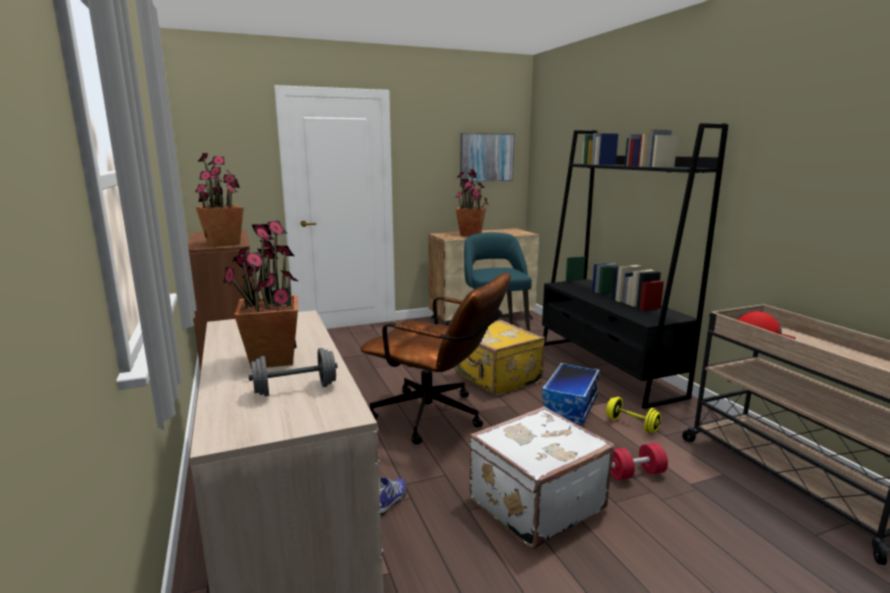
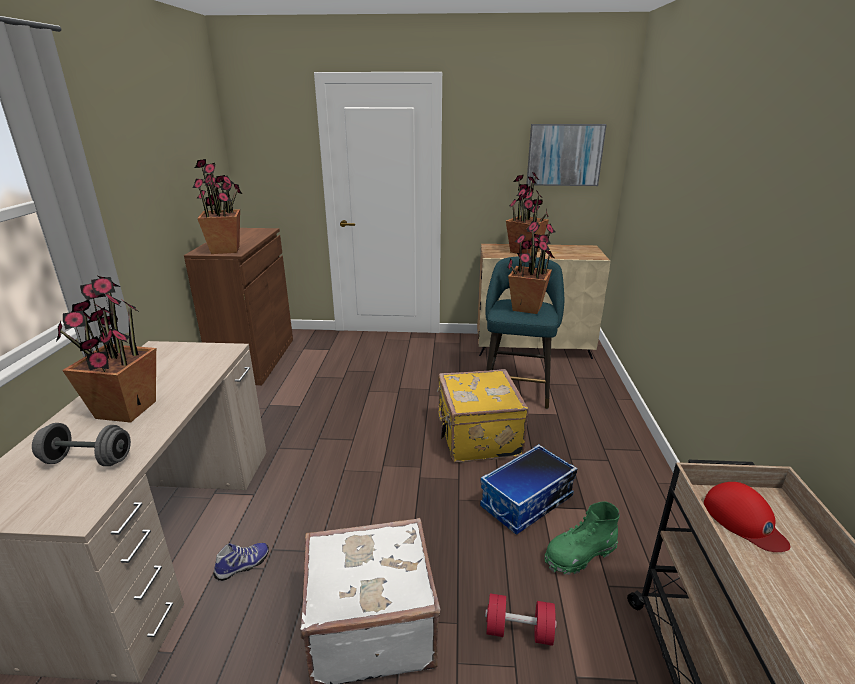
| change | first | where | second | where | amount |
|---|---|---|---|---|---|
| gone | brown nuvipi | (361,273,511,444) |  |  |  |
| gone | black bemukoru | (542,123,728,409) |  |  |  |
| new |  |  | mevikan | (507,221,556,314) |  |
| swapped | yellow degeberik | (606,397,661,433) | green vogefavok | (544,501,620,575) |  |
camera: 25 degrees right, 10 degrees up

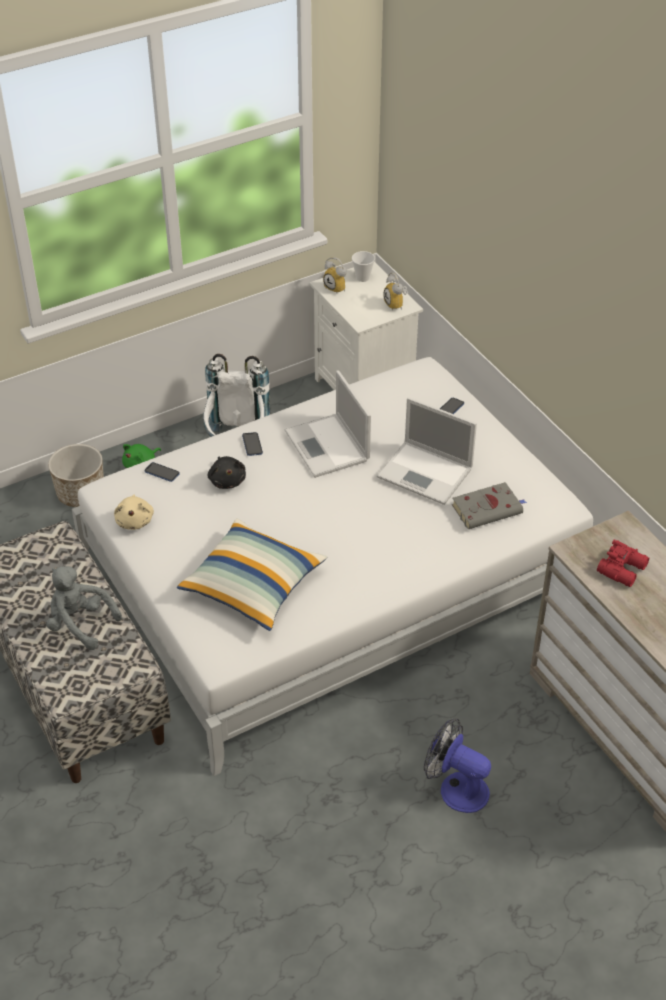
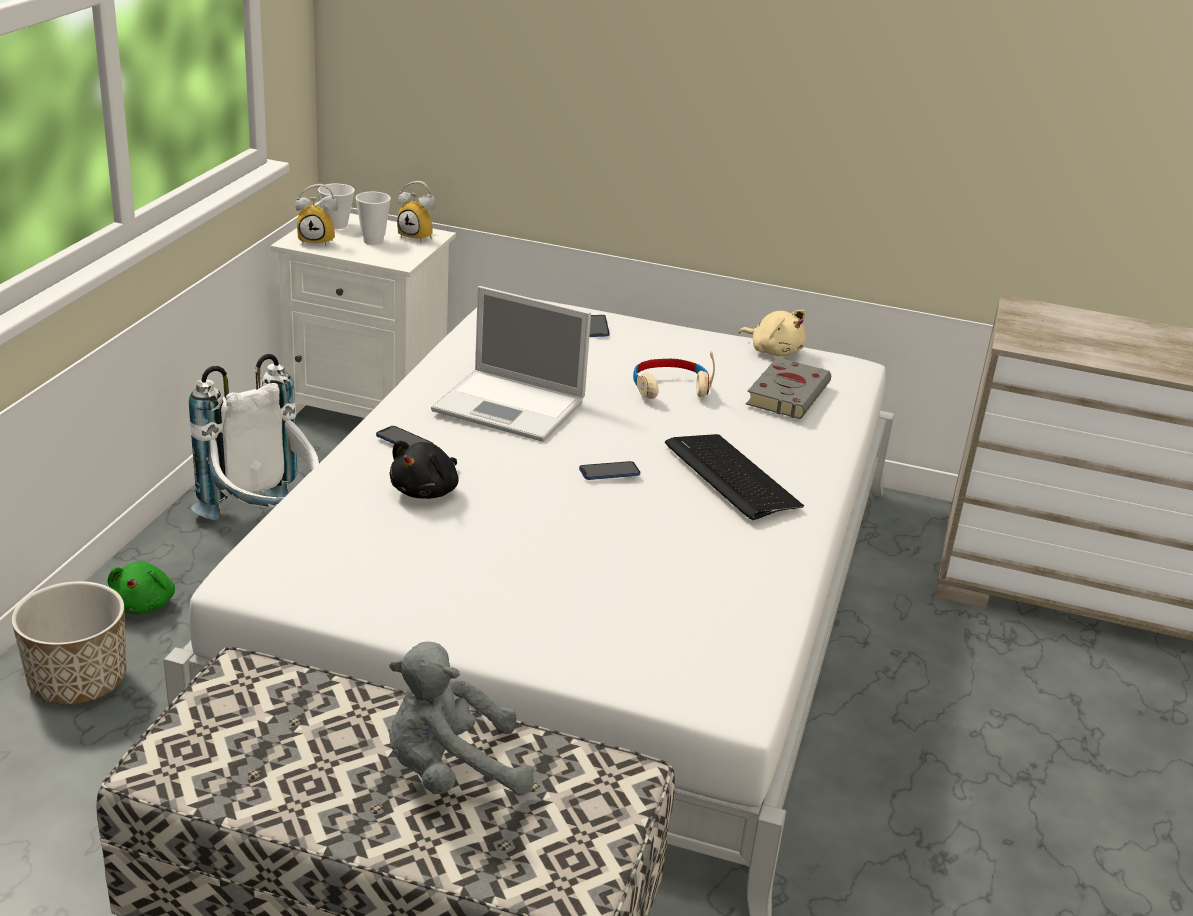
| change | first | where | second | where | amount |
|---|---|---|---|---|---|
| gone | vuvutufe | (177,518,327,631) |  |  |  |
| gone | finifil | (424,718,491,813) |  |  |  |
| gone | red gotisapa | (597,539,649,587) |  |  |  |
| new |  |  | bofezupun | (356,191,391,245) |  |
| new |  |  | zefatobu | (665,434,804,520) |  |
| shifted | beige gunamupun | (114,495,154,530) |  | (739,310,806,356) |  |
| shifted | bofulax | (145,462,180,482) |  | (579,461,640,480) |  |
| swapped | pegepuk | (377,397,477,505) | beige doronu | (633,351,715,399) |  |
| rotated | black gunamupun | (208,456,246,489) |  | (389,441,459,499) | 90 degrees clockwise |
camera: 45 degrees left, 15 degrees down

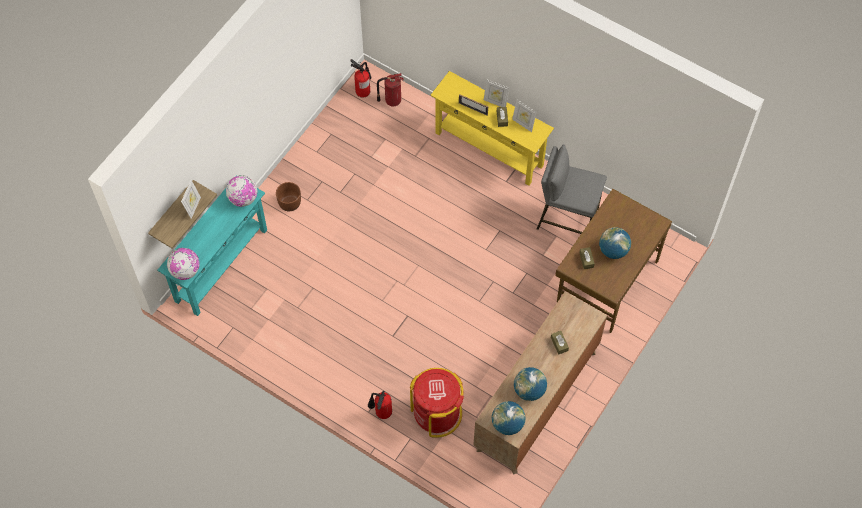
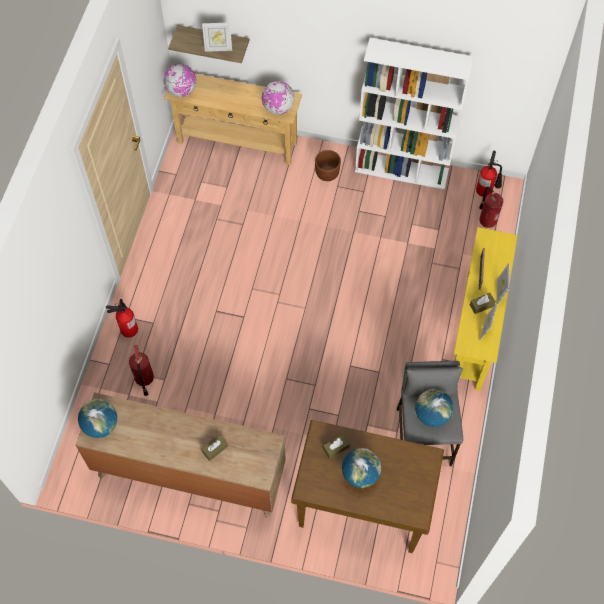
| change | first | where | second | where | amount |
|---|---|---|---|---|---|
| new |  |  | white bemukoru | (355,38,474,190) |  |
| shifted | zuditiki | (514,367,547,401) |  | (415,389,453,427) |  |
| swapped | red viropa | (410,368,464,438) | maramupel | (129,345,154,396) |  |
| repainted | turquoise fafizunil | (157,176,267,316) | beige fafizunil | (164,74,302,165) |  |
camera: 70 degrees right, 0 degrees up

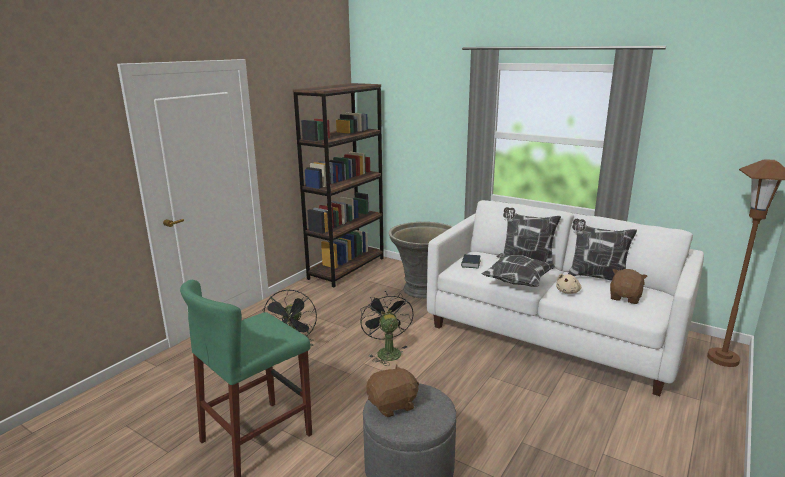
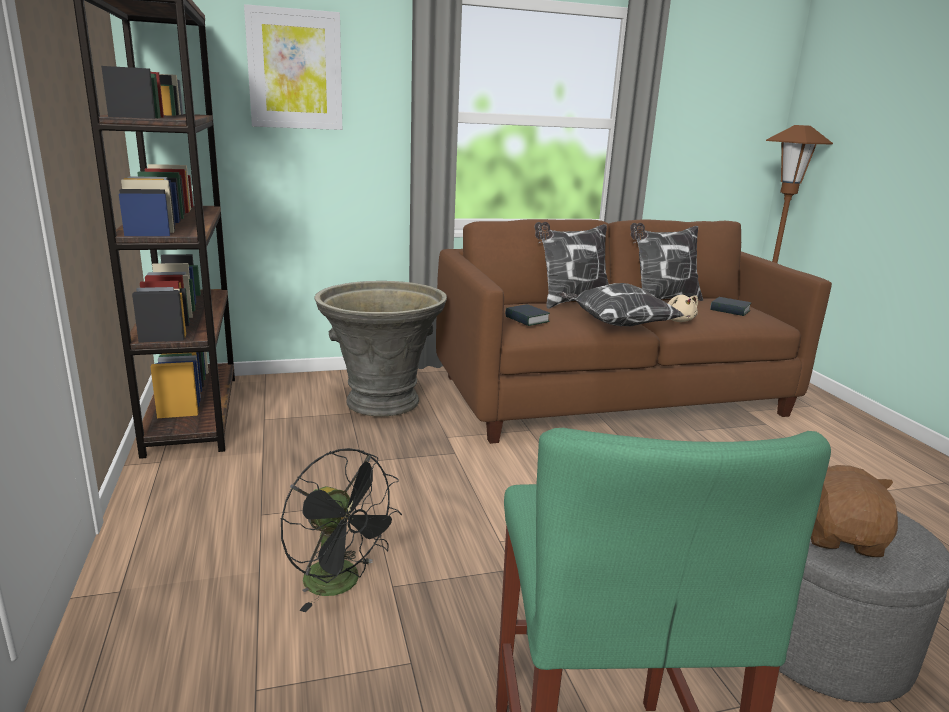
| change | first | where | second | where | amount |
|---|---|---|---|---|---|
| gone | black finifil | (360,291,414,366) |  |  |  |
| new |  |  | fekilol | (244,4,342,130) |  |
| swapped | brown gunamupun | (610,269,647,304) | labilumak | (710,297,752,316) |  |
| repainted | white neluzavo | (427,200,704,396) | brown neluzavo | (436,219,832,444) |  |
camera: 50 degrees left, 0 degrees up

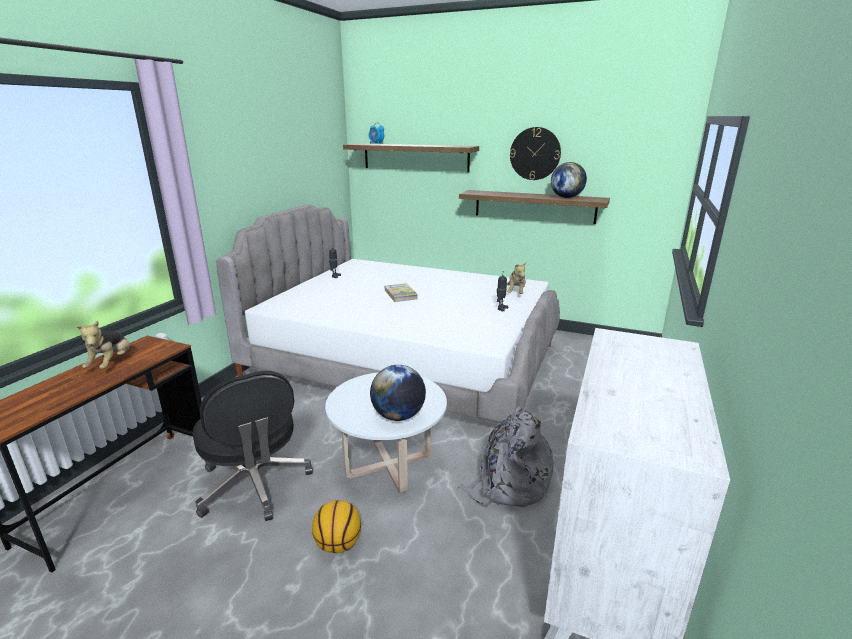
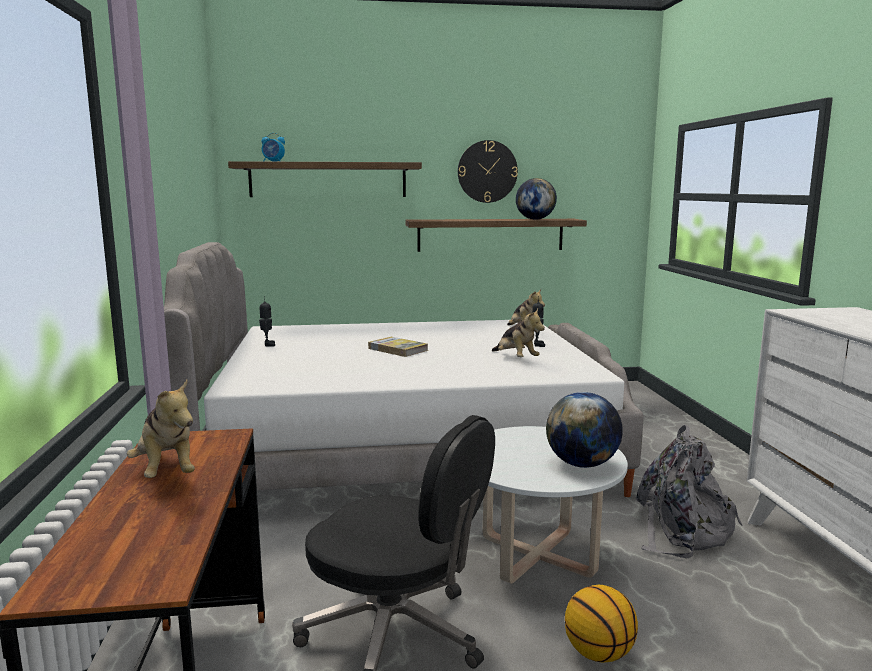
| change | first | where | second | where | amount |
|---|---|---|---|---|---|
| new |  |  | gunamupun | (492,309,545,357) |  |
camera: 30 degrees left, 10 degrees down

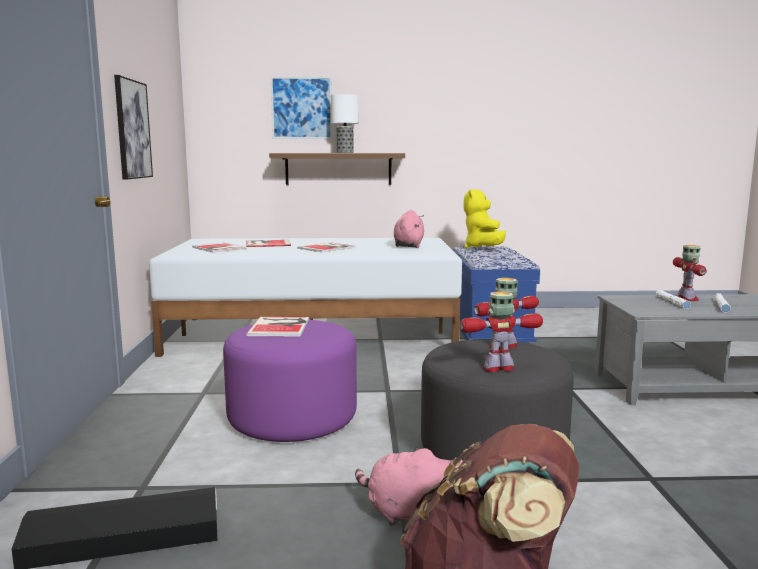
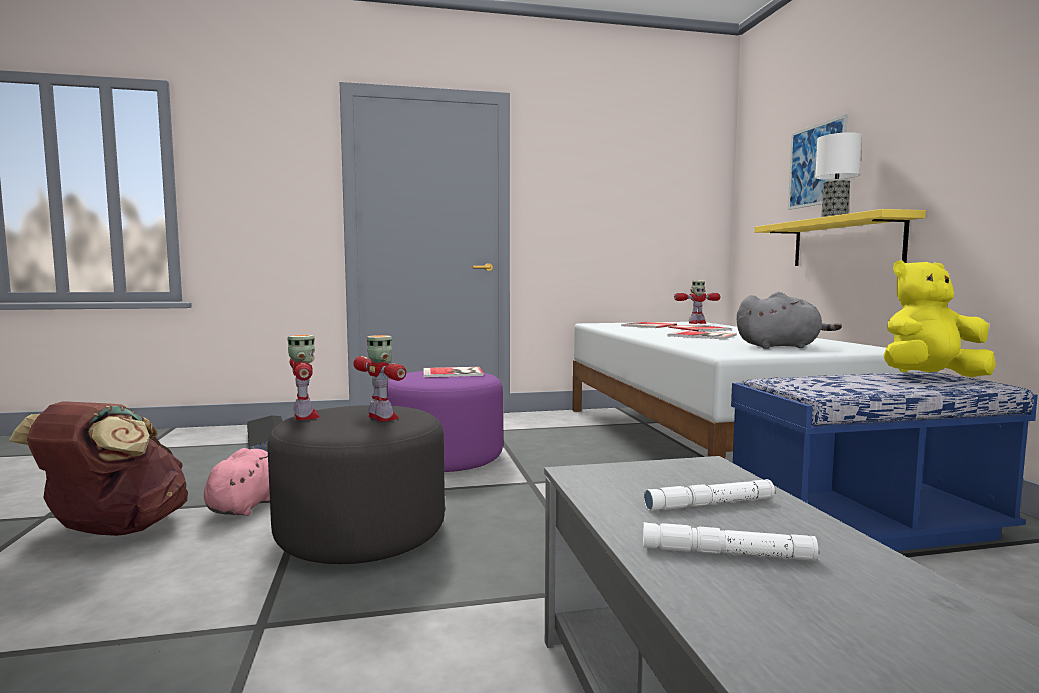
| change | first | where | second | where | amount |
|---|---|---|---|---|---|
| gone | fekilol | (114,75,153,180) |  |  |  |
| shifted | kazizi | (673,245,707,301) |  | (674,280,721,324) |  |
| repainted | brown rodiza | (269,153,405,185) | yellow rodiza | (755,209,926,266) |  |
| repainted | pink gunamupun | (394,210,424,248) | grey gunamupun | (737,292,842,349) |  |
camera: 80 degrees right, 5 degrees down

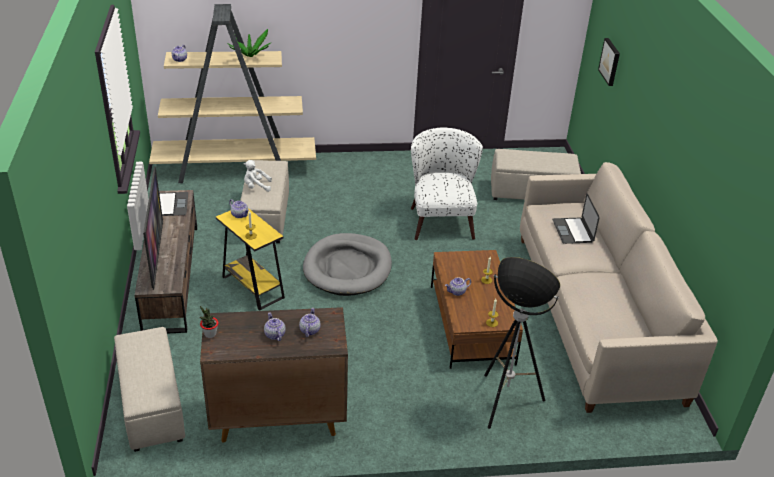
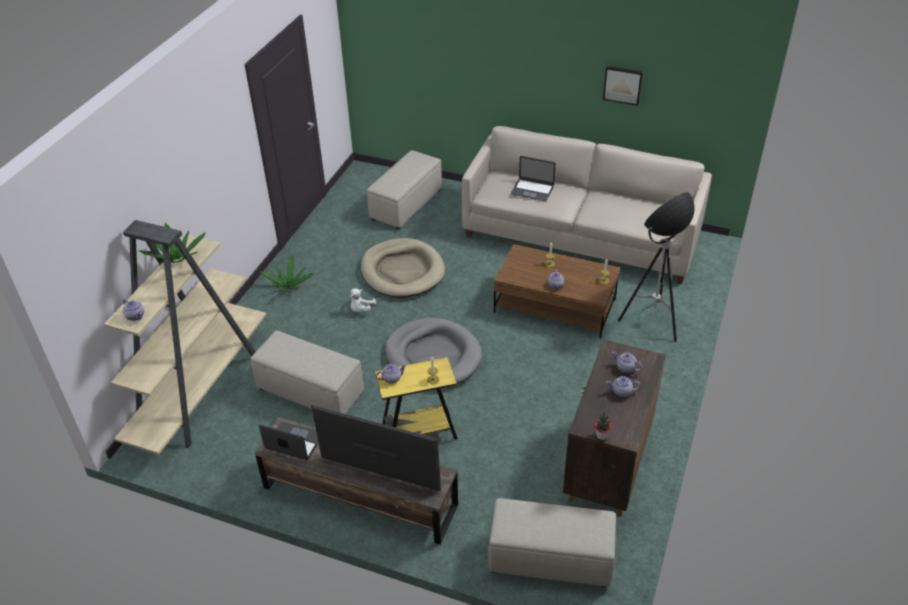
| change | first | where | second | where | amount |
|---|---|---|---|---|---|
| new |  |  | mevikan | (260,256,313,291) |  |
| shifted | white gunamupun | (244,160,272,192) |  | (350,288,376,312) |  |
| shifted | fekilol | (598,38,620,86) |  | (603,66,643,106) |  |
| swapped | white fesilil | (411,127,483,240) | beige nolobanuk | (361,238,445,298) |  |
camera: 60 degrees left, 5 degrees up

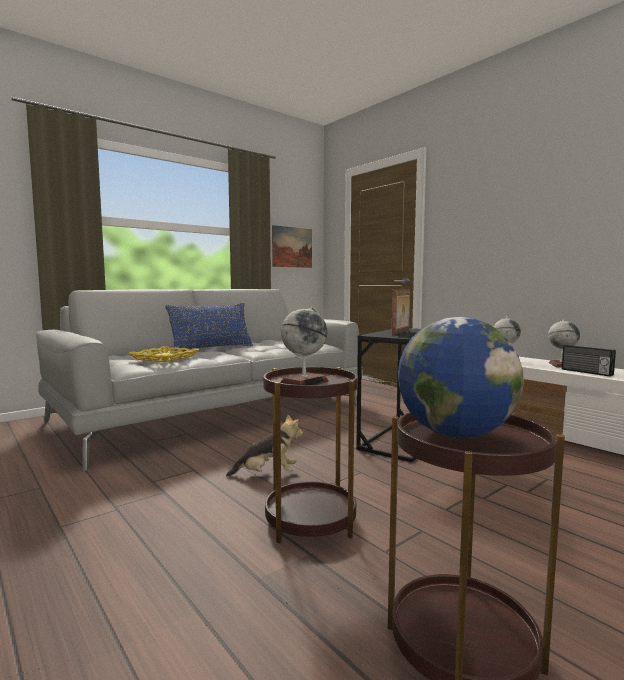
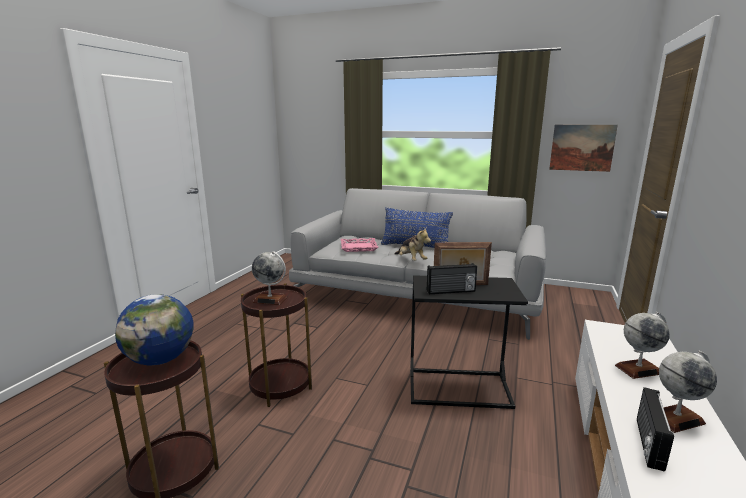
| change | first | where | second | where | amount |
|---|---|---|---|---|---|
| new |  |  | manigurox | (427,263,477,294) |  |
| shifted | gunamupun | (226,414,303,477) |  | (395,228,431,261) |  |
| repainted | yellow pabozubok | (128,346,200,362) | pink pabozubok | (340,238,379,252) |  |
camera: 60 degrees right, 10 degrees up

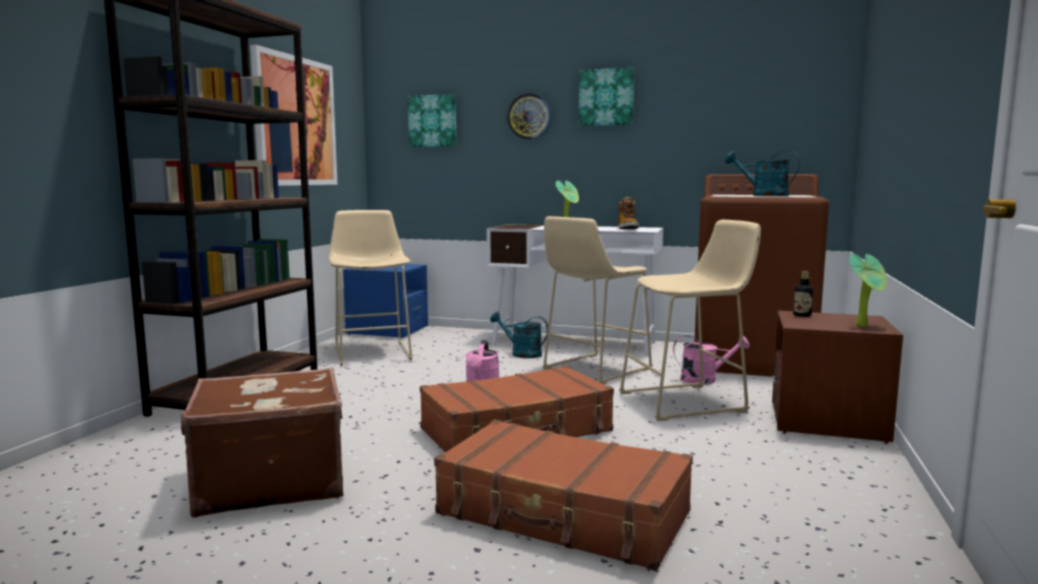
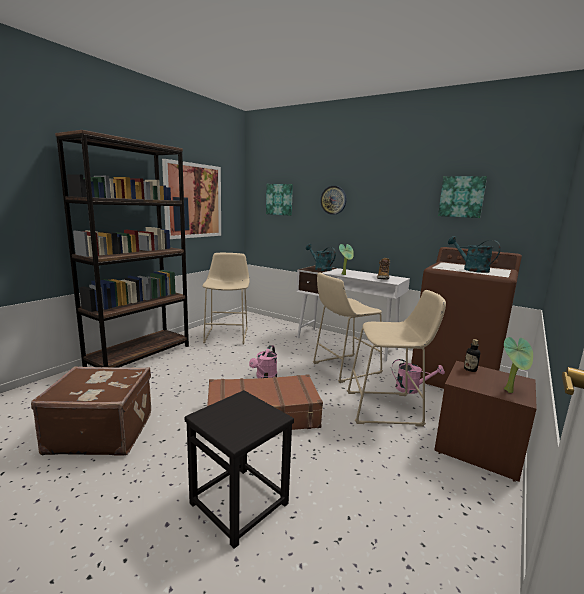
| change | first | where | second | where | amount |
|---|---|---|---|---|---|
| gone | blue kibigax | (343,264,428,338) |  |  |  |
| shifted | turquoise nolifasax | (490,312,548,358) |  | (306,244,336,271) |  |
| shifted | fekilol | (579,68,634,126) |  | (438,176,487,218) |  |
| swapped | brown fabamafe | (434,419,693,571) | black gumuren | (185,390,294,549) |  |
camera: 15 degrees right, 5 degrees up

